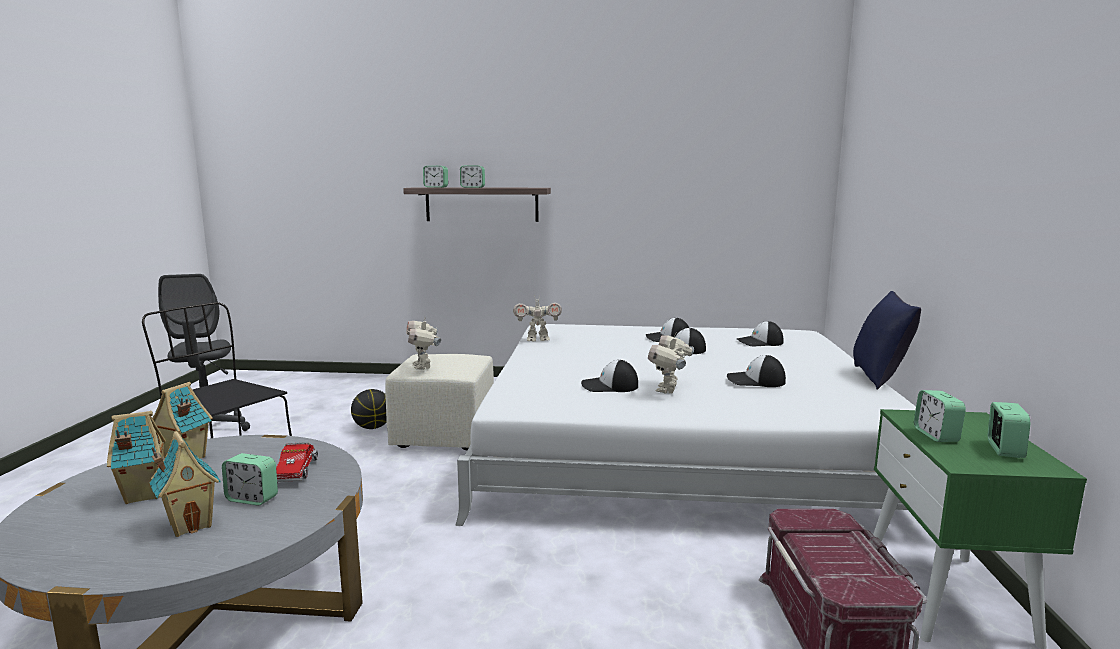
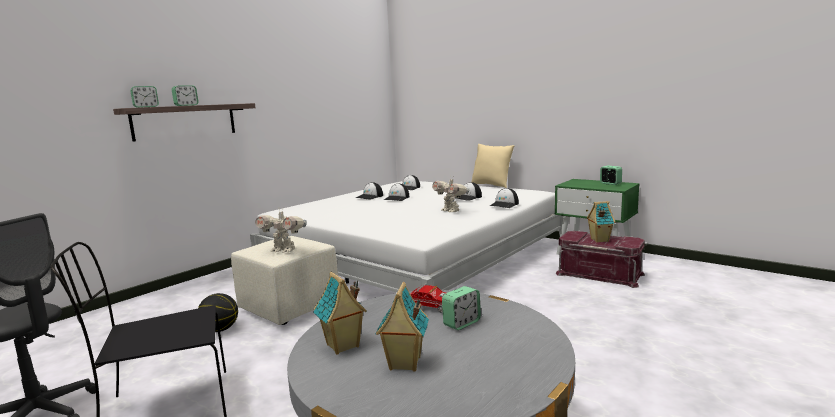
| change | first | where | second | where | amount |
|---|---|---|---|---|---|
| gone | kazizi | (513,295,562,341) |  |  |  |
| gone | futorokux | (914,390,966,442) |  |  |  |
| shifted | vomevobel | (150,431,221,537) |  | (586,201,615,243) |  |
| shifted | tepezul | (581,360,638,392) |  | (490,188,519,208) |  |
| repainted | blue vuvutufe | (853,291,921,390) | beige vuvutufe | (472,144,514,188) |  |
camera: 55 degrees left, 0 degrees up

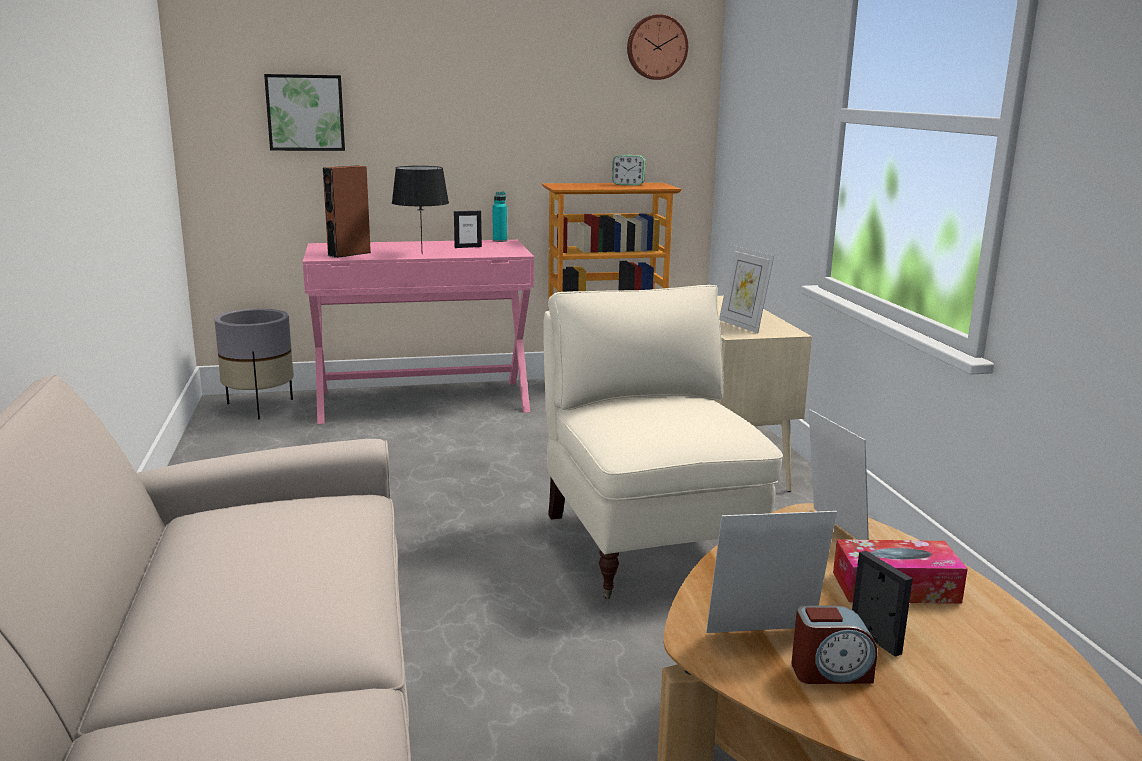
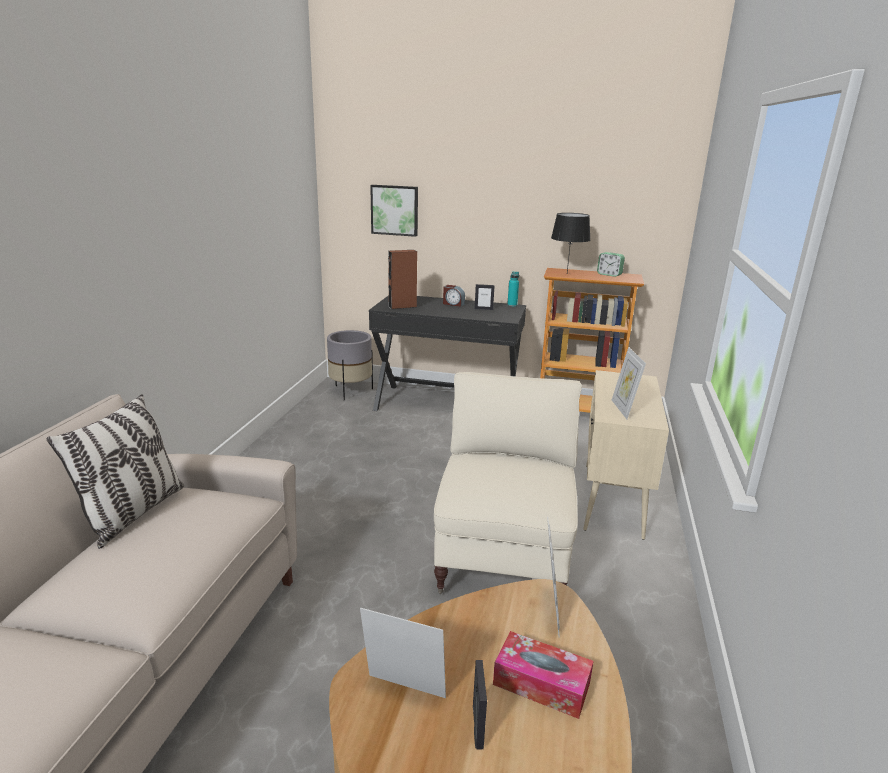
| change | first | where | second | where | amount |
|---|---|---|---|---|---|
| gone | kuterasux | (627,14,688,80) |  |  |  |
| new |  |  | vuvutufe | (46,394,184,549) |  |
| shifted | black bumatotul | (392,166,449,248) |  | (551,213,590,272) |  |
| shifted | futorokux | (791,605,877,684) |  | (443,285,465,307) |  |
| repainted | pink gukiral | (302,240,534,424) | black gukiral | (369,295,526,411) |  |
camera: 25 degrees right, 5 degrees up

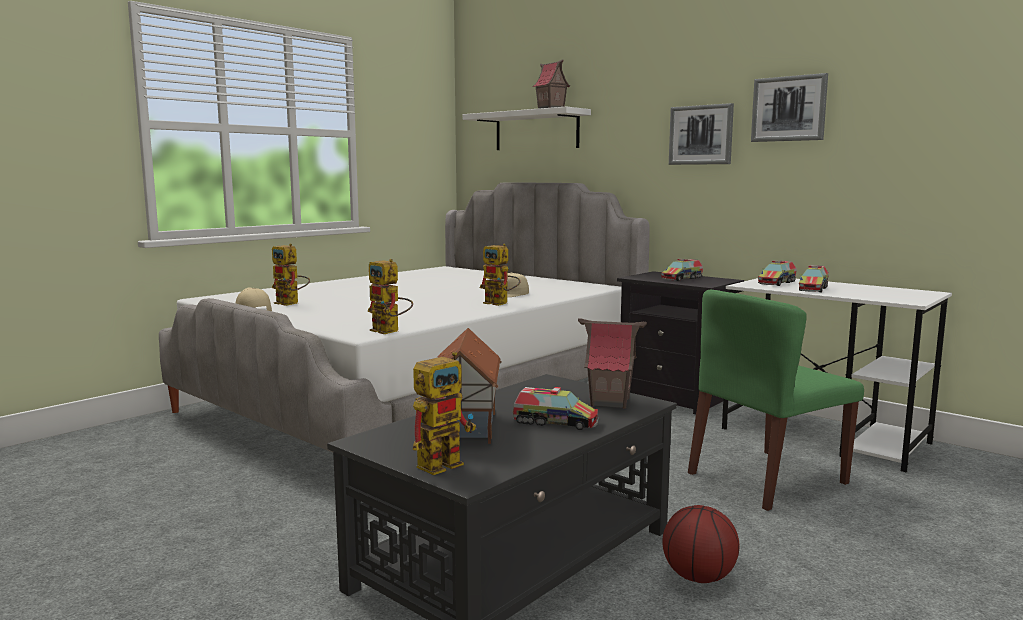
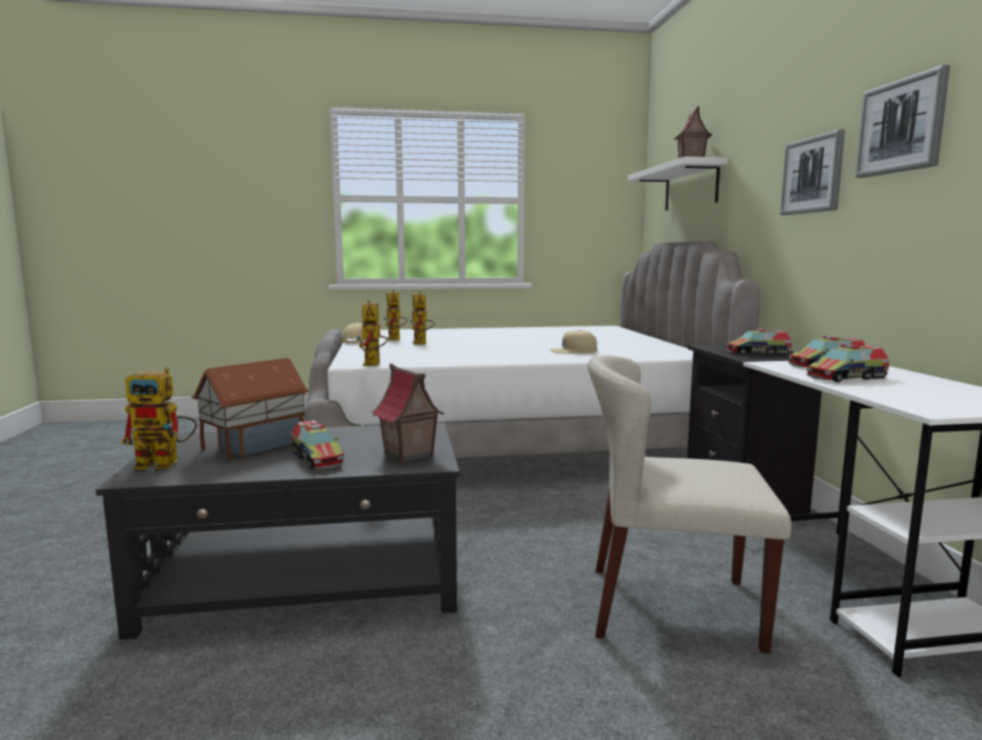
| change | first | where | second | where | amount |
|---|---|---|---|---|---|
| gone | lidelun | (662,505,739,583) |  |  |  |
| shifted | kazizi | (480,244,520,306) |  | (409,291,435,345) |  |
| repainted | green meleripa | (688,290,864,511) | beige meleripa | (588,355,792,654) |  |
camera: 40 degrees right, 0 degrees up

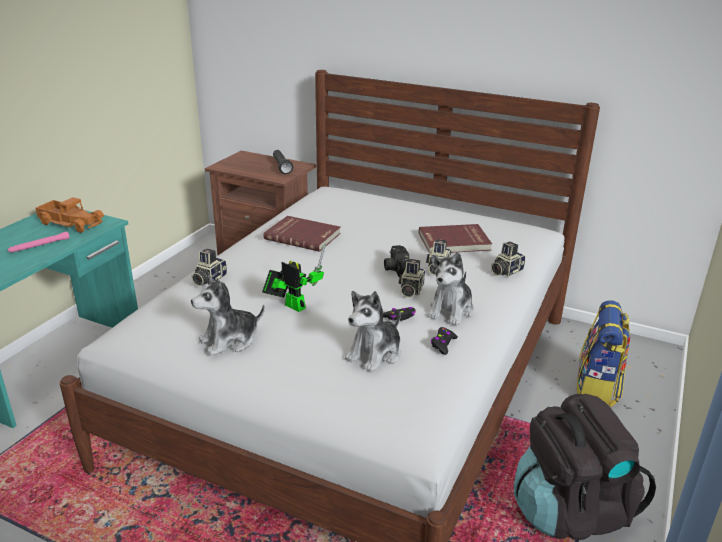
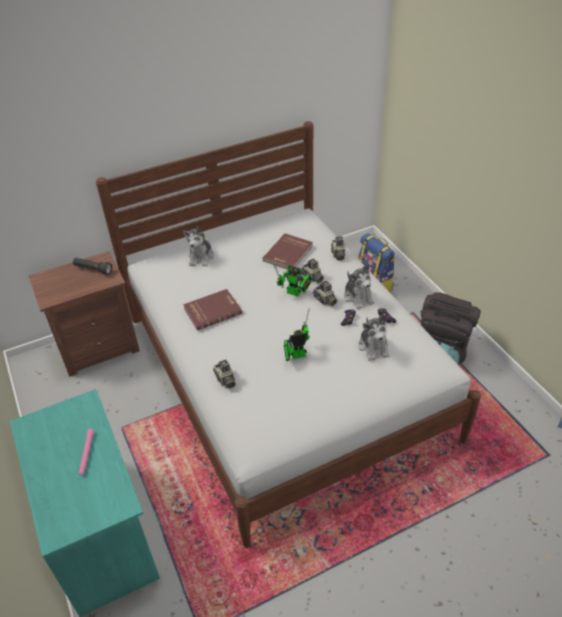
| change | first | where | second | where | amount |
|---|---|---|---|---|---|
| gone | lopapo | (36,197,104,233) |  |  |  |
| shifted | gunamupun | (191,275,265,356) |  | (183,227,214,267) |  |
| swapped | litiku | (384,245,409,277) | kazizi | (274,264,312,296) |  |
camera: 50 degrees left, 15 degrees up

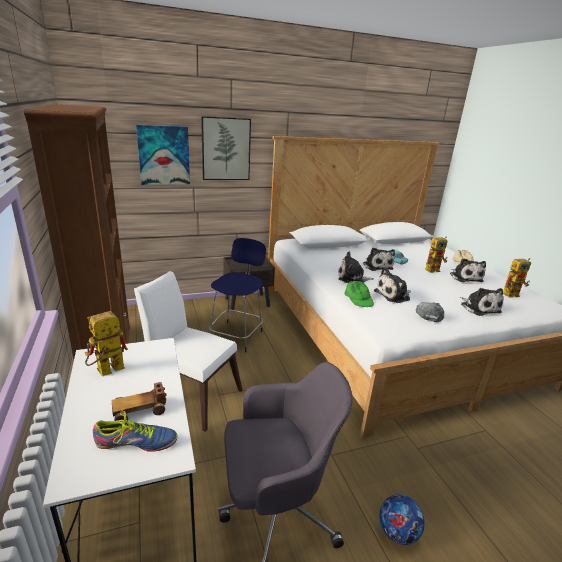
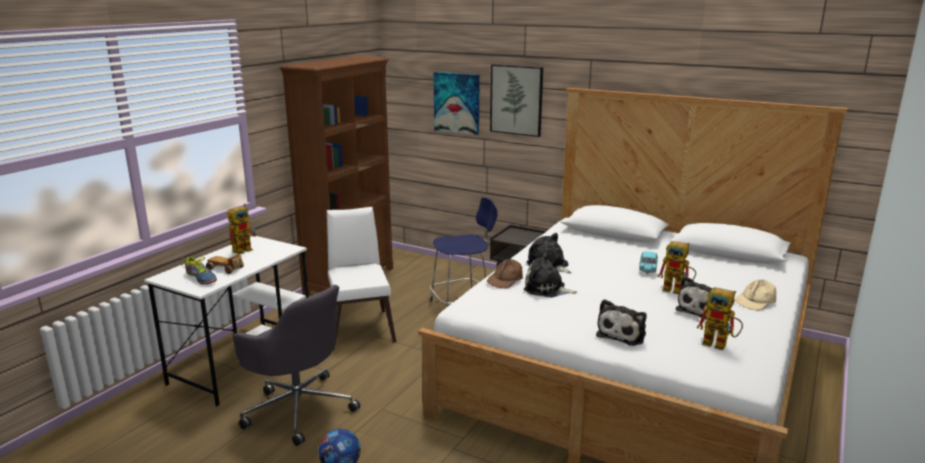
| change | first | where | second | where | amount |
|---|---|---|---|---|---|
| gone | gunamupun | (363,248,395,271) |  |  |  |
| gone | grey tepezul | (416,302,444,322) |  |  |  |
| repainted | green tepezul | (344,281,374,307) | brown tepezul | (487,259,523,289) |  |
| rotated | kazizi | (85,311,128,376) |  | (227,204,257,255) | 120 degrees clockwise |
camera: 50 degrees right, 5 degrees down

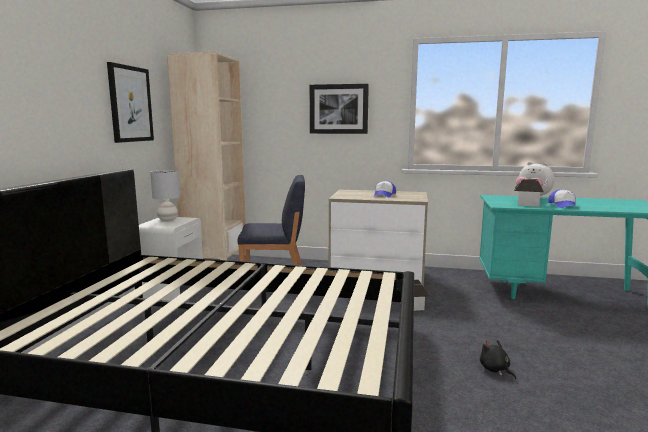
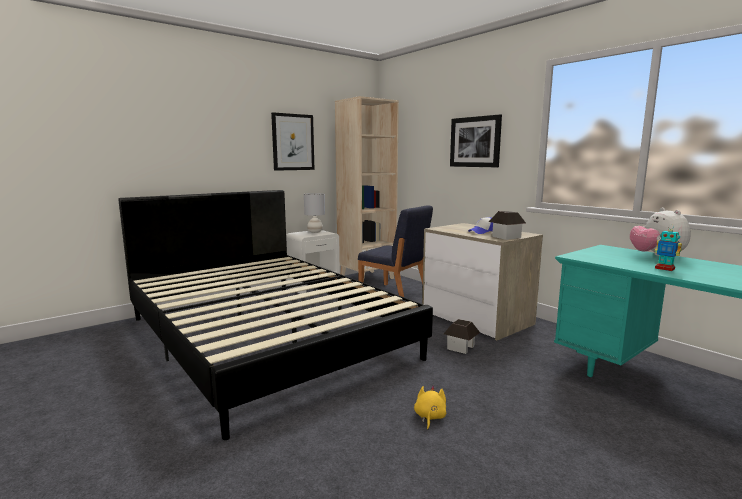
| change | first | where | second | where | amount |
|---|---|---|---|---|---|
| shifted | vomevobel | (514,179,544,207) |  | (489,211,527,240) |  |
| swapped | tepezul | (548,189,578,208) | kazizi | (655,226,682,271) |  |
| repainted | black gunamupun | (480,340,516,380) | yellow gunamupun | (414,386,446,430) |  |
camera: 40 degrees right, 0 degrees up

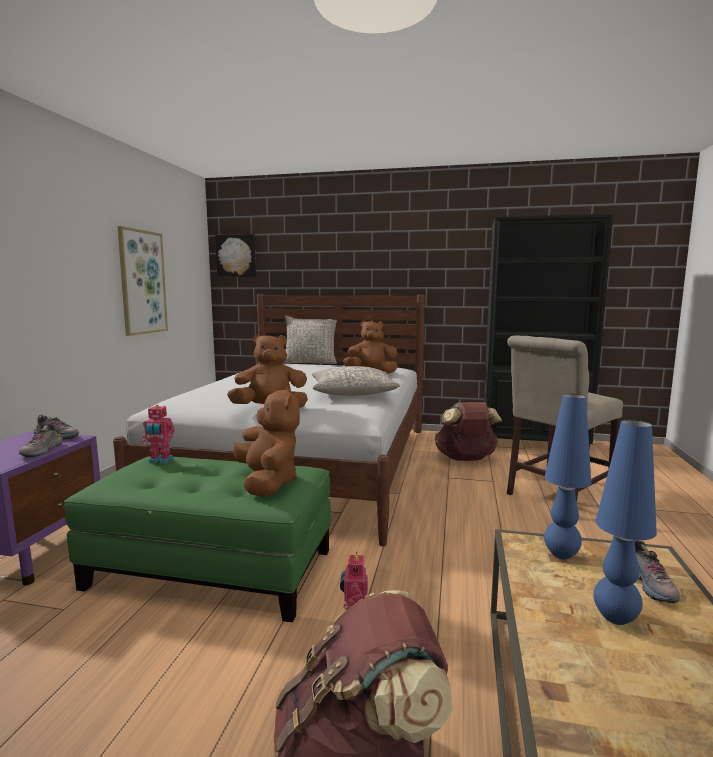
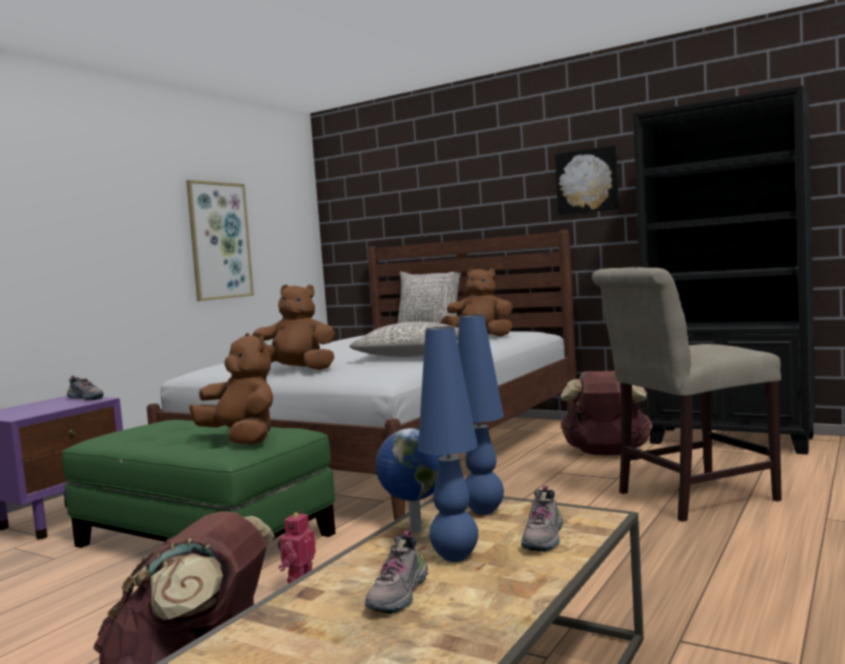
| change | first | where | second | where | amount |
|---|---|---|---|---|---|
| gone | kazizi | (142,405,175,463) |  |  |  |
| new |  |  | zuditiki | (376,428,446,534) |  |
| shifted | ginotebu | (19,422,63,457) |  | (365,531,428,614) |  |
| shifted | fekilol | (215,234,256,277) |  | (555,145,619,215) |  |
| rotated | brown gunamupun | (233,386,300,497) |  | (189,333,273,445) | 45 degrees counterclockwise |
camera: 20 degrees right, 5 degrees down

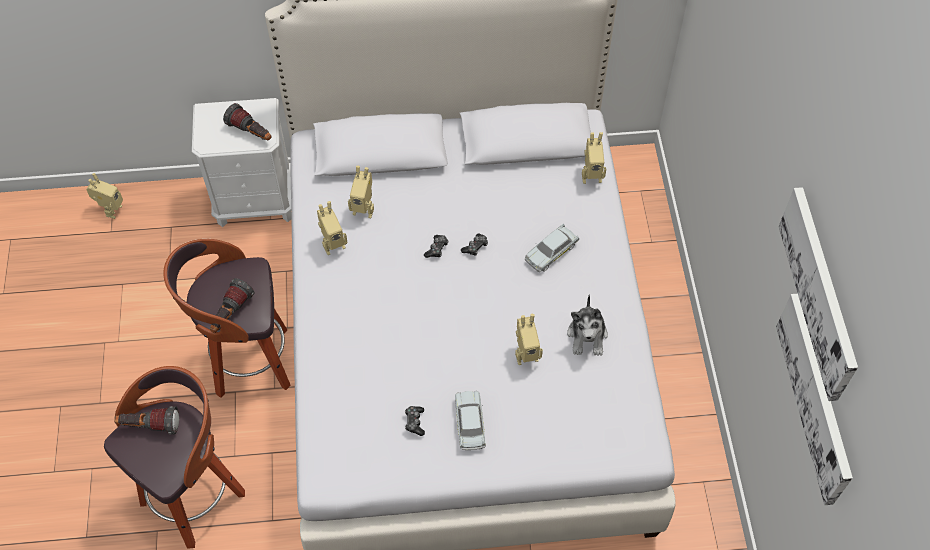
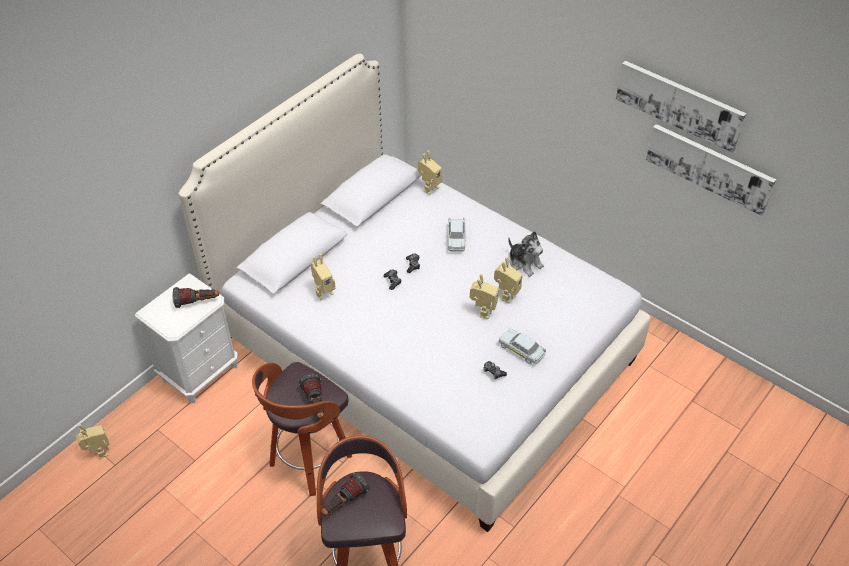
| change | first | where | second | where | amount |
|---|---|---|---|---|---|
| shifted | kazizi | (317,201,347,255) |  | (470,274,499,319) |  |
camera: 45 degrees left, 10 degrees down

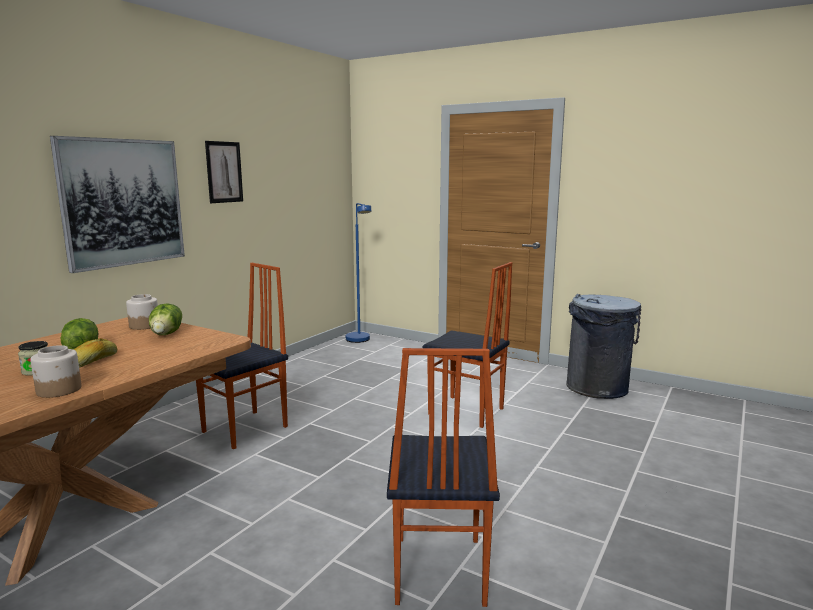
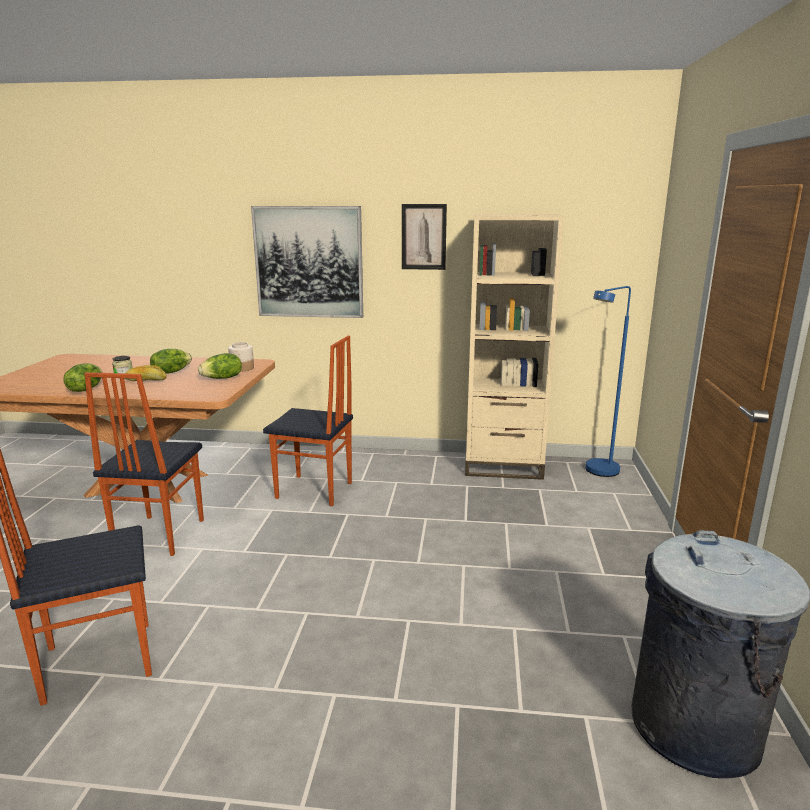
| change | first | where | second | where | amount |
|---|---|---|---|---|---|
| new |  |  | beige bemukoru | (465,214,564,480) |  |
| shifted | meleripa | (423,262,512,428) |  | (84,372,204,556) |  |
| swapped | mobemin | (30,345,82,398) | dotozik | (63,363,102,392) |  |
camera: 65 degrees right, 5 degrees up

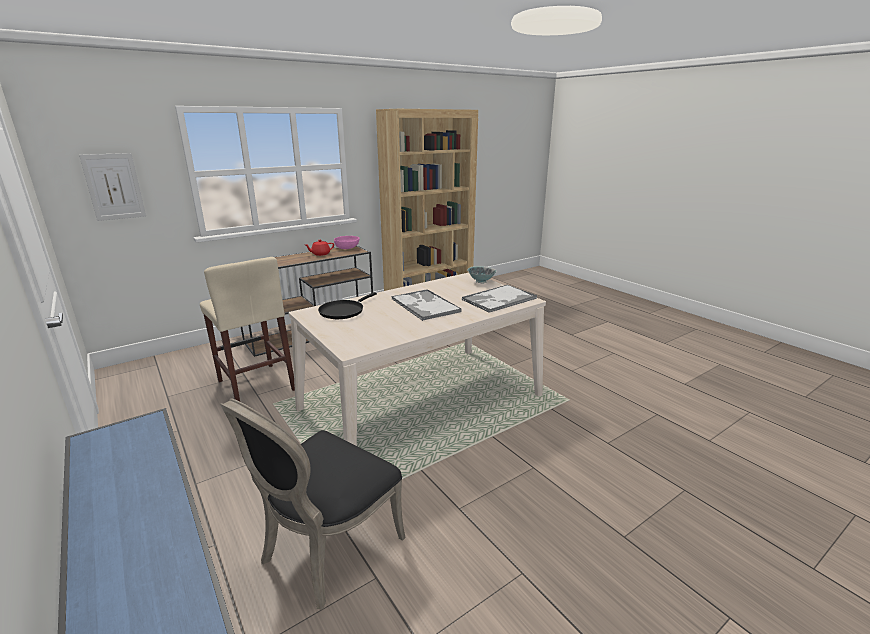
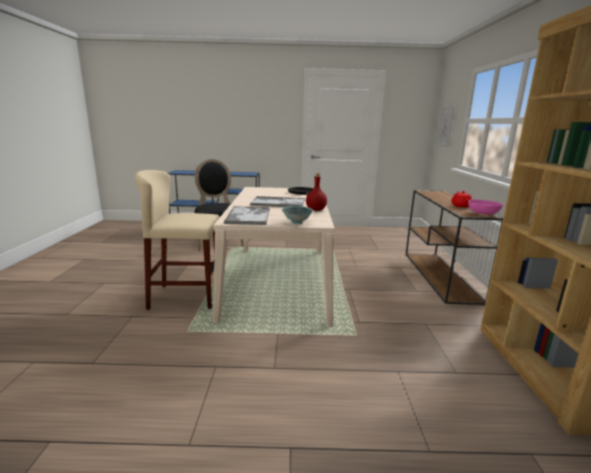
| change | first | where | second | where | amount |
|---|---|---|---|---|---|
| new |  |  | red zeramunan | (306,174,327,211) |  |
| shifted | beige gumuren | (200,257,295,401) |  | (135,170,219,310) |  |
camera: 125 degrees right, 5 degrees down

